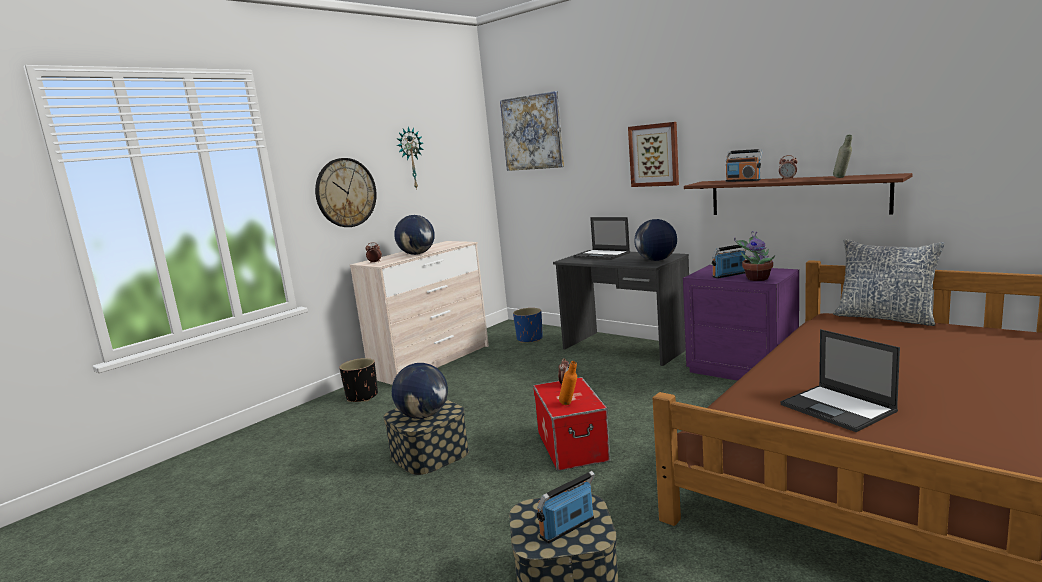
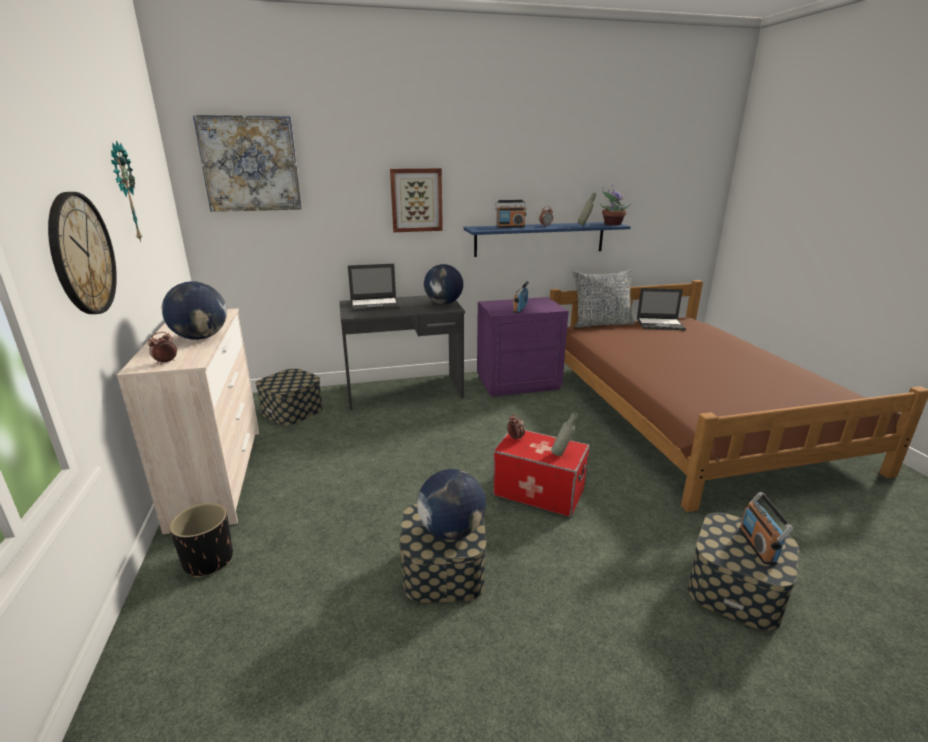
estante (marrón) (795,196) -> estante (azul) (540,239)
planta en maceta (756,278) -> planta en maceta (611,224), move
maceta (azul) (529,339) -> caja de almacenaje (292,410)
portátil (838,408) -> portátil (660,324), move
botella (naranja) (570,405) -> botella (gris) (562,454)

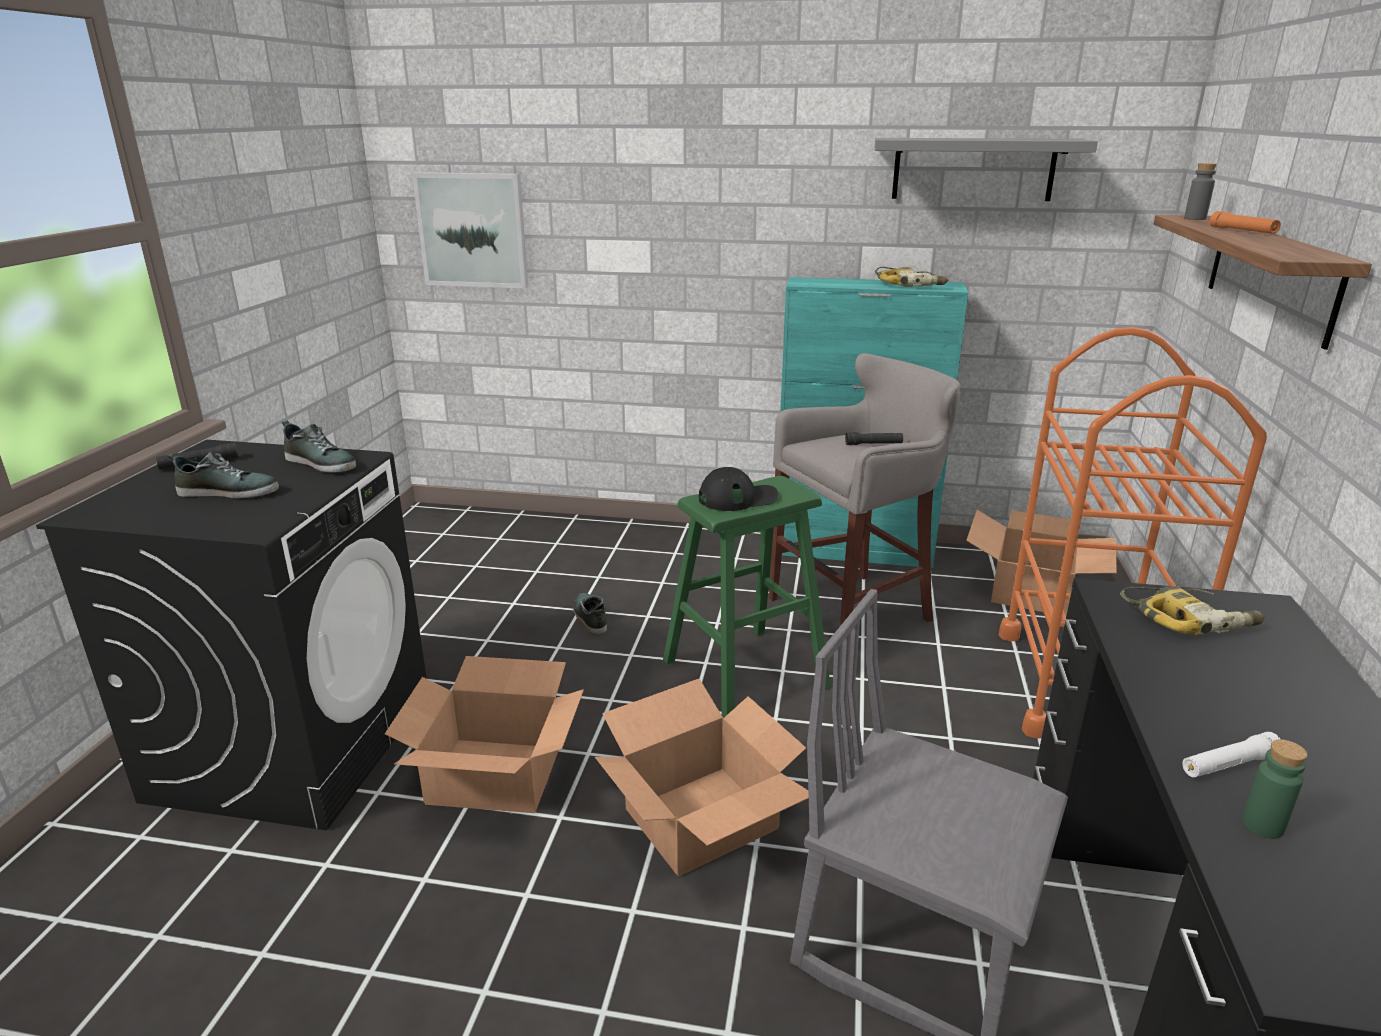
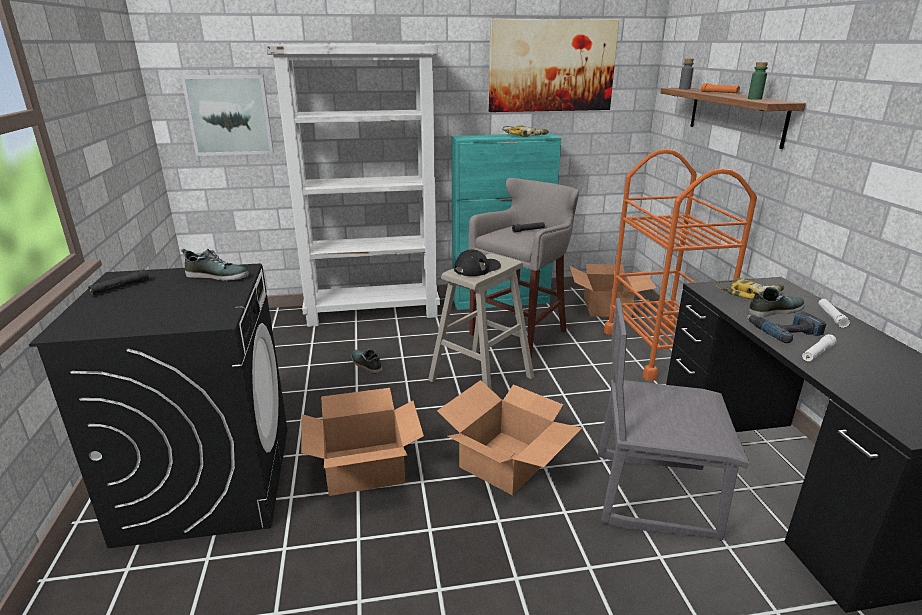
estante (gris) (973,169) -> cuadro (551,66)
zapato (229,491) -> zapato (774,310), move
taburete (verde) (744,674) -> taburete (beis) (481,378)
botella (verde) (1262,825) -> botella (verde) (754,99), move
none -> estantería (blanco) (373,312)
none -> linterna (blanco) (831,317)
none -> taladro (784,331)

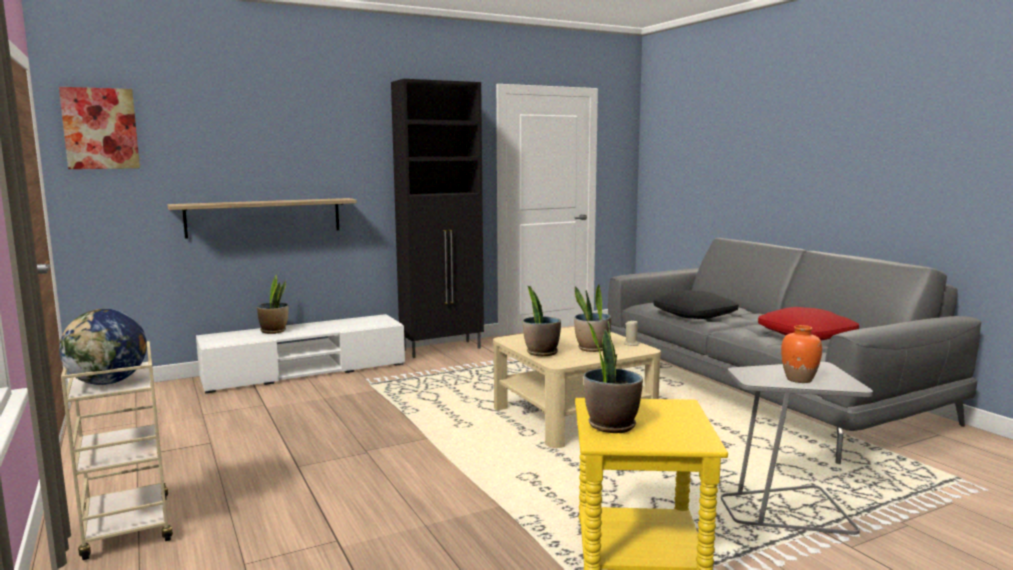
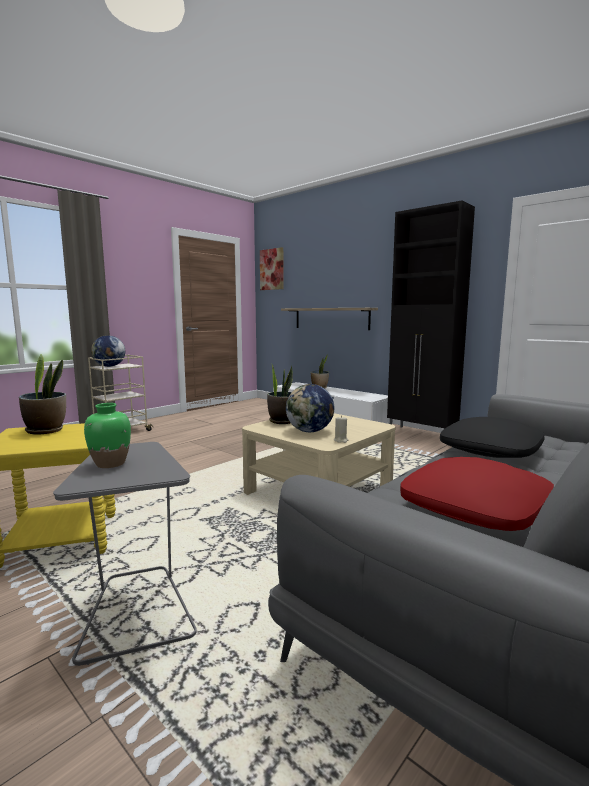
planta en maceta (592,348) -> globo terráqueo (310,431)
florero (naranja) (799,379) -> florero (verde) (110,464)

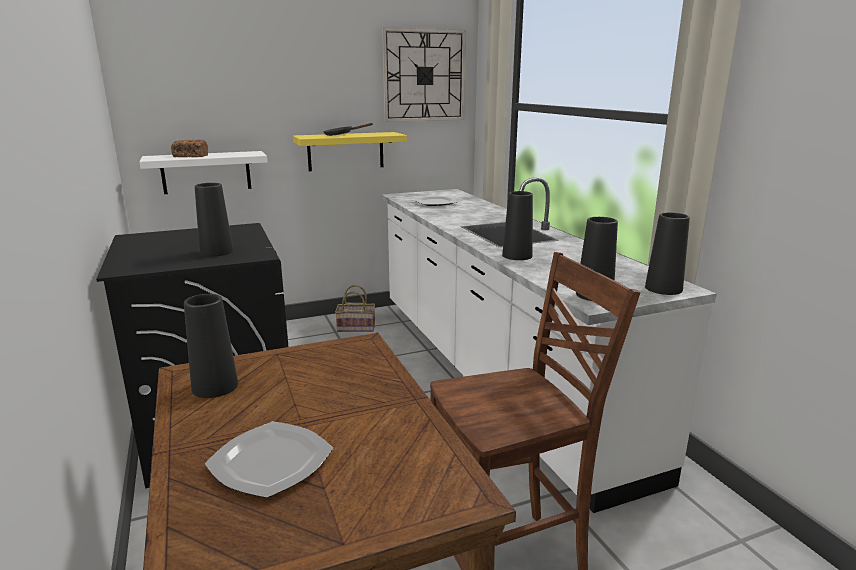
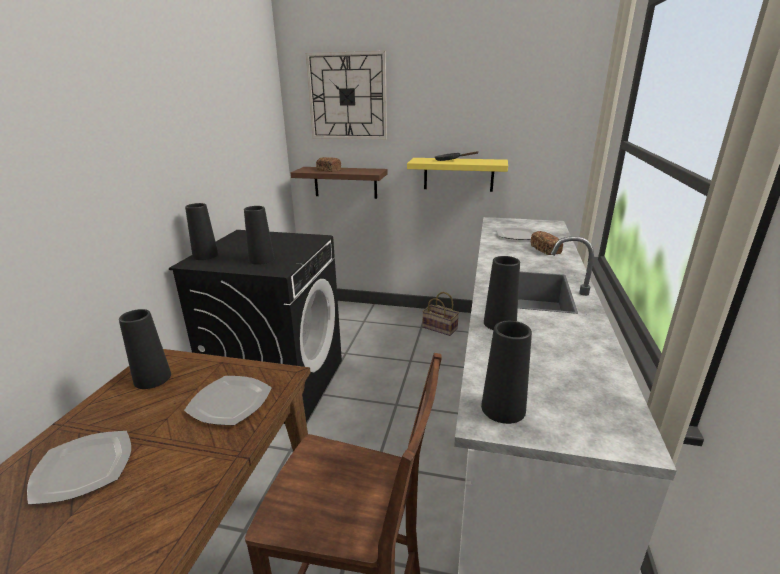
reloj de pared (424,76) -> reloj de pared (347,96), move
estante (blanco) (206,172) -> estante (marrón) (345,182)
florero (negro) (663,288) -> florero (negro) (205,255), move
none -> pan (545,250)
none -> plato (230,401)

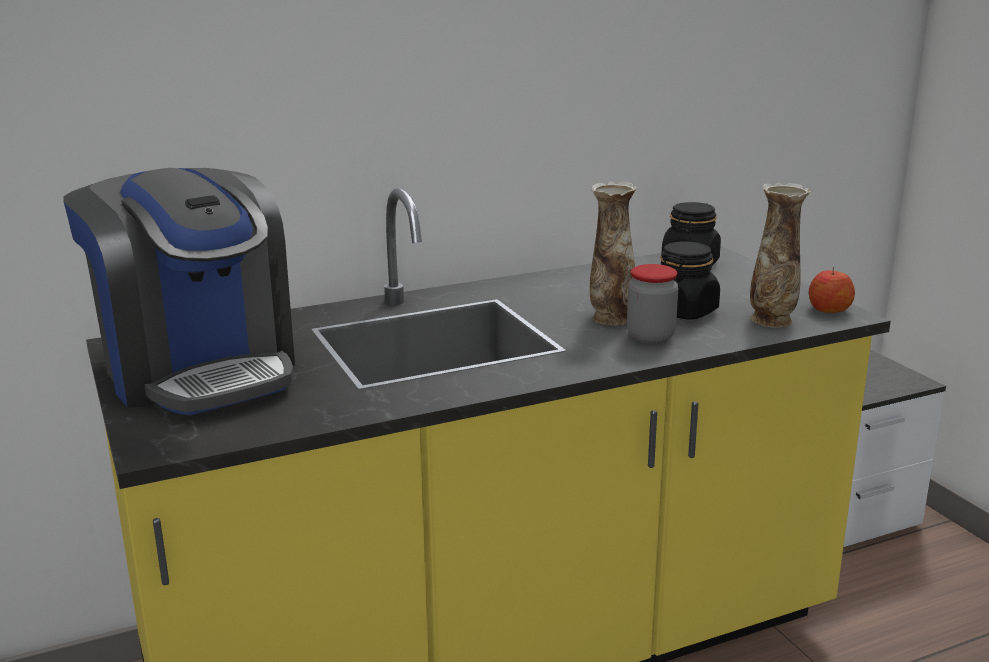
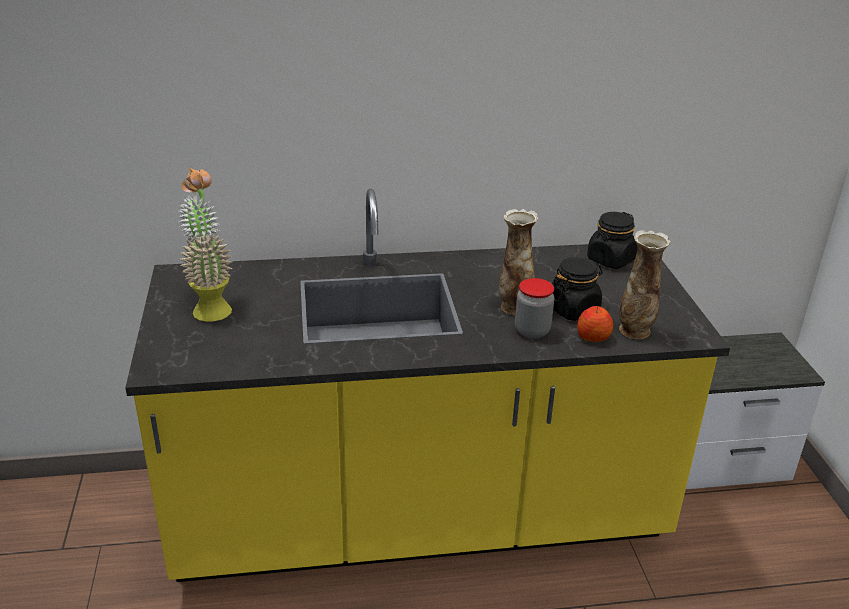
cafetera (198,370) -> planta en maceta (211,306)
manzana (829,309) -> manzana (593,337), move

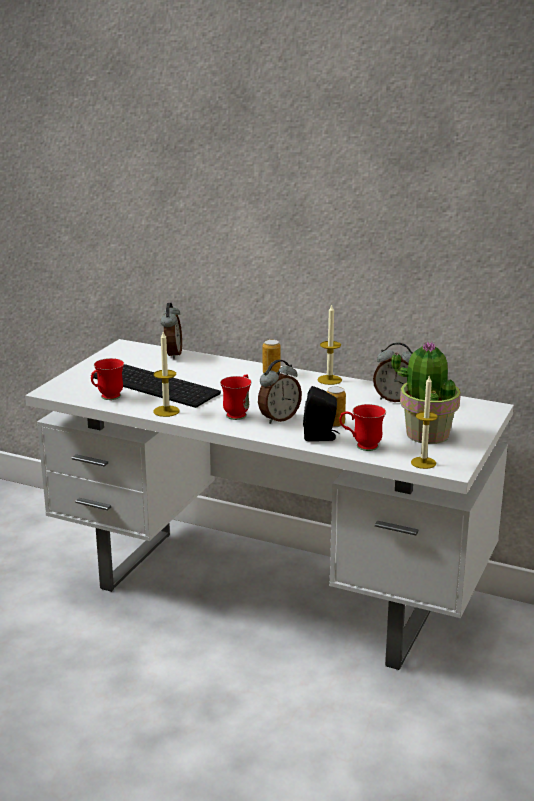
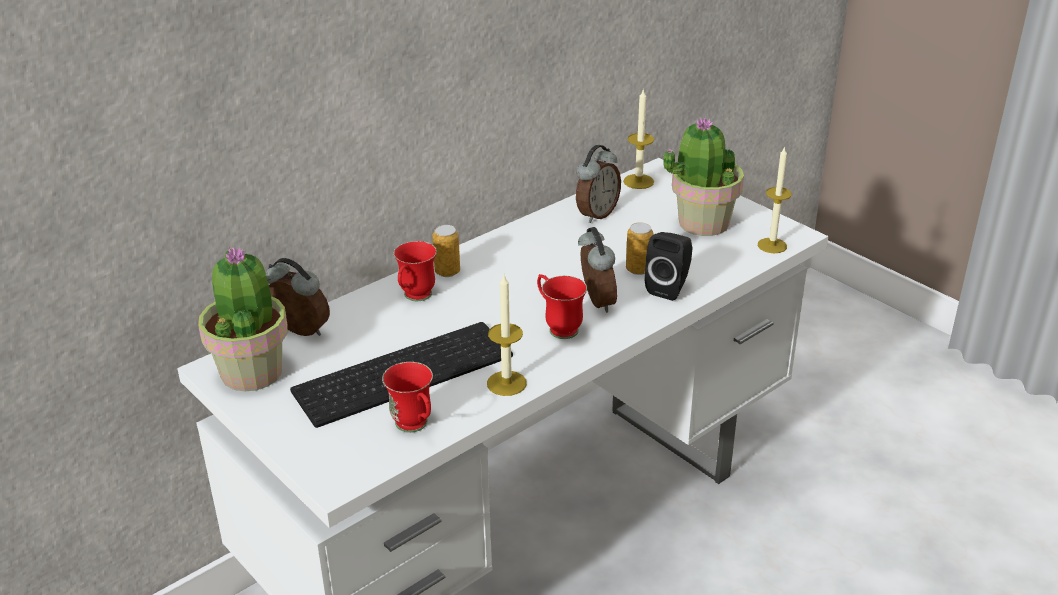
vela (329,380) -> vela (638,181), move
taza grande (rojo) (361,446) -> taza grande (rojo) (414,298), move
none -> planta en maceta (252,371)

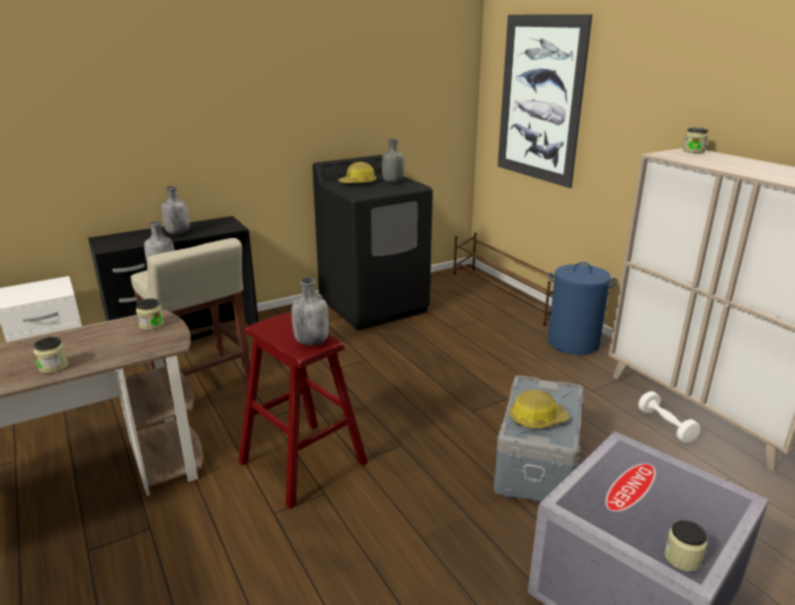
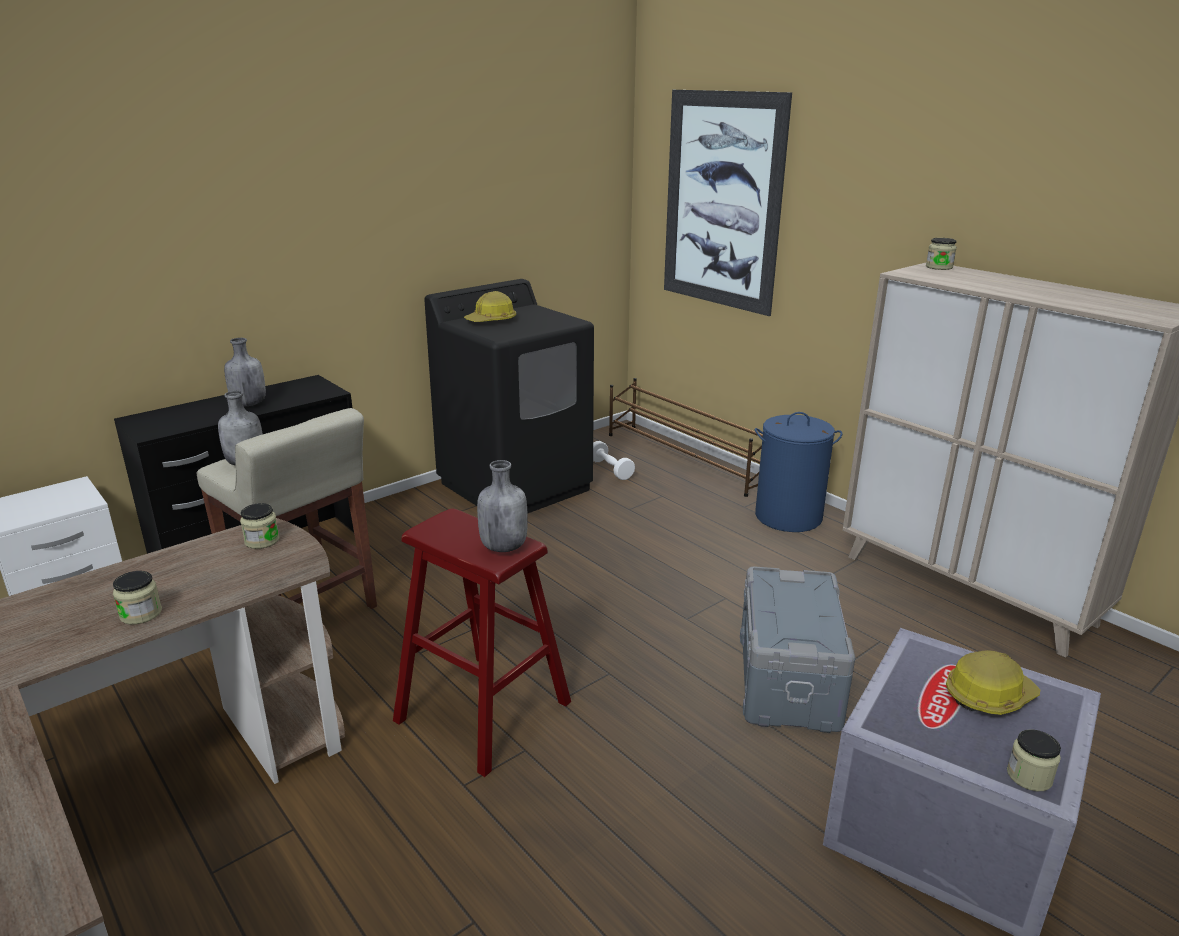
botella (gris) (392,182) -> none
casco (537,419) -> casco (988,695), move
mancuerna (blanco) (666,426) -> mancuerna (blanco) (610,469), move

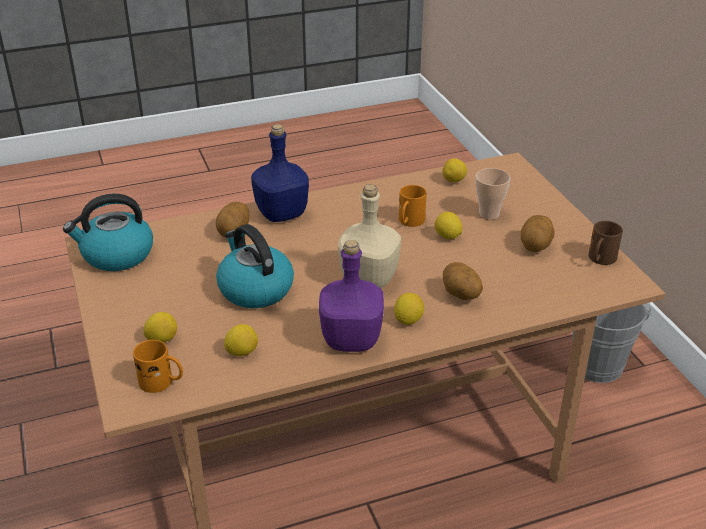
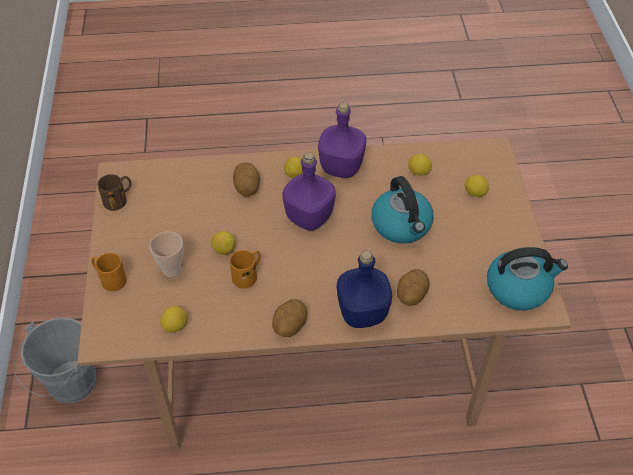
botella (beis) (368,278) -> botella (morado) (310,218)
patata (535,246) -> patata (289,326), move
taza grande (naranja) (162,382) -> taza grande (naranja) (109,279), move

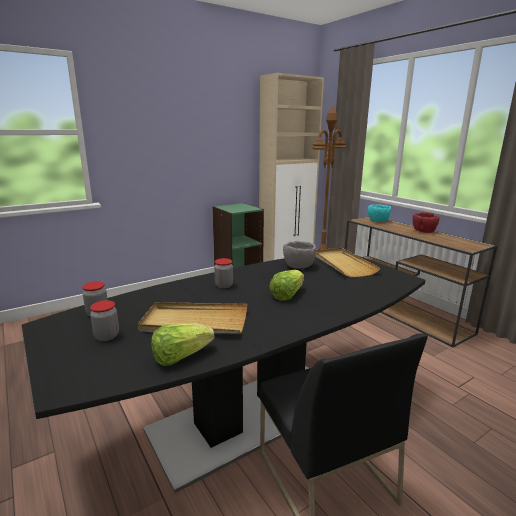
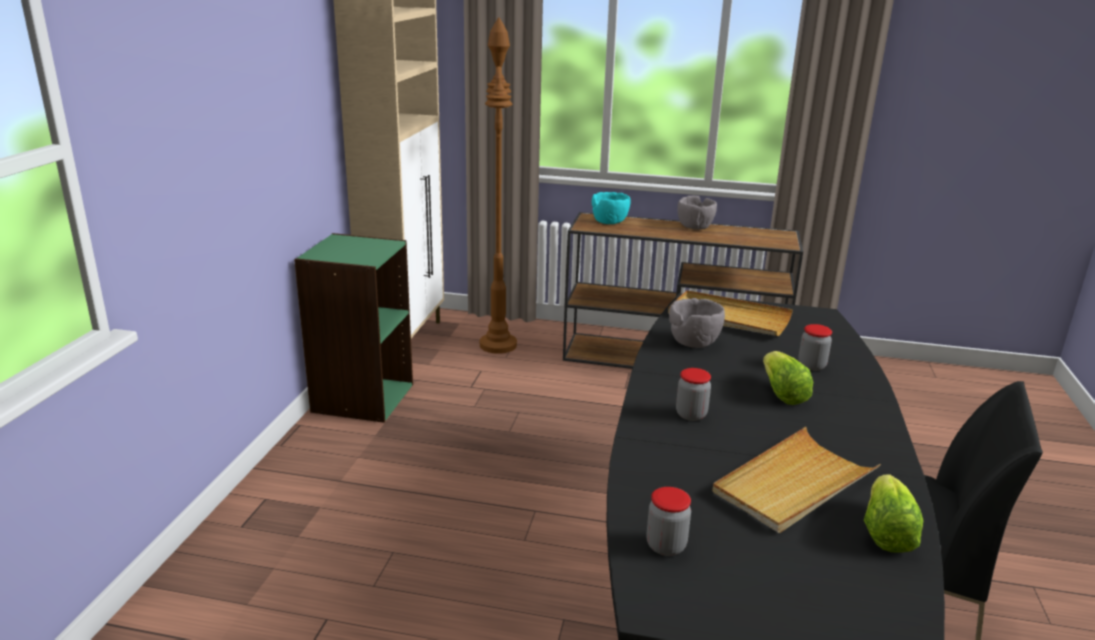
cuenco (rojo) (423,231) -> cuenco (gris) (694,227)
tarro (107,336) -> tarro (811,366), move

